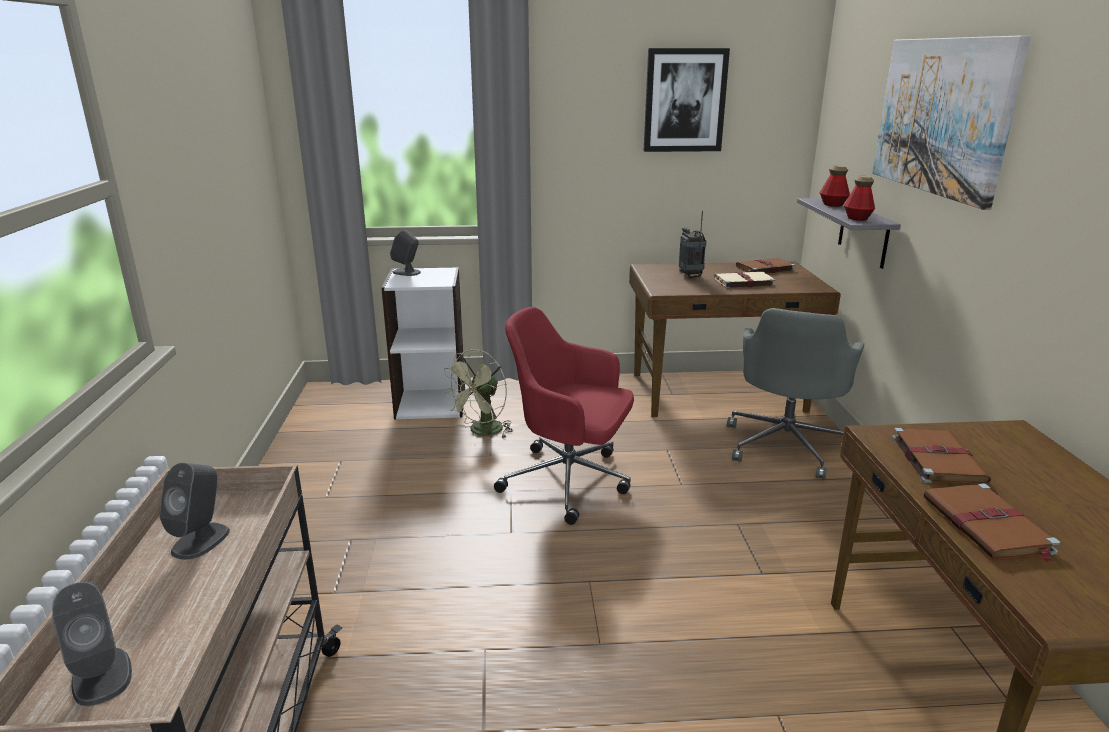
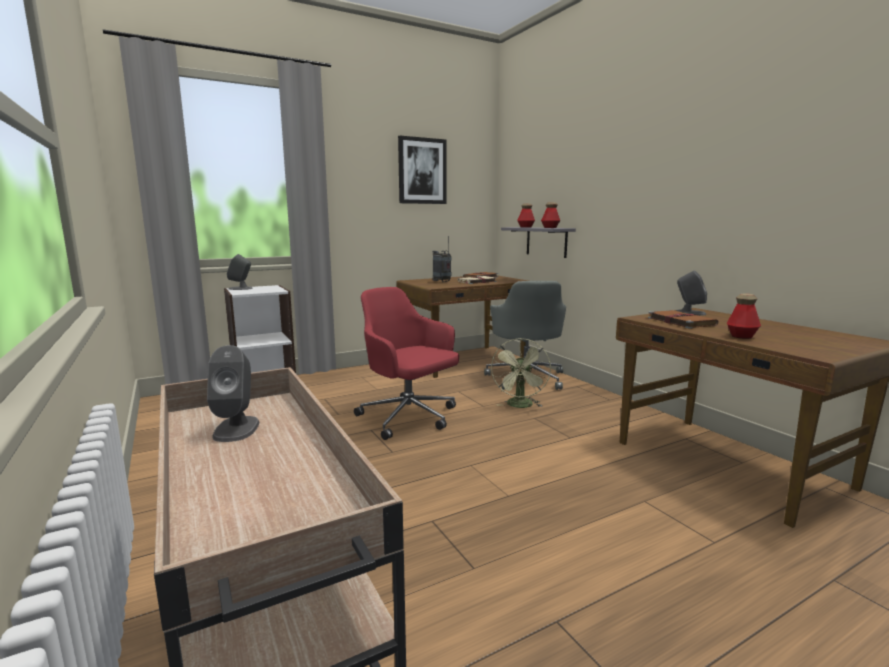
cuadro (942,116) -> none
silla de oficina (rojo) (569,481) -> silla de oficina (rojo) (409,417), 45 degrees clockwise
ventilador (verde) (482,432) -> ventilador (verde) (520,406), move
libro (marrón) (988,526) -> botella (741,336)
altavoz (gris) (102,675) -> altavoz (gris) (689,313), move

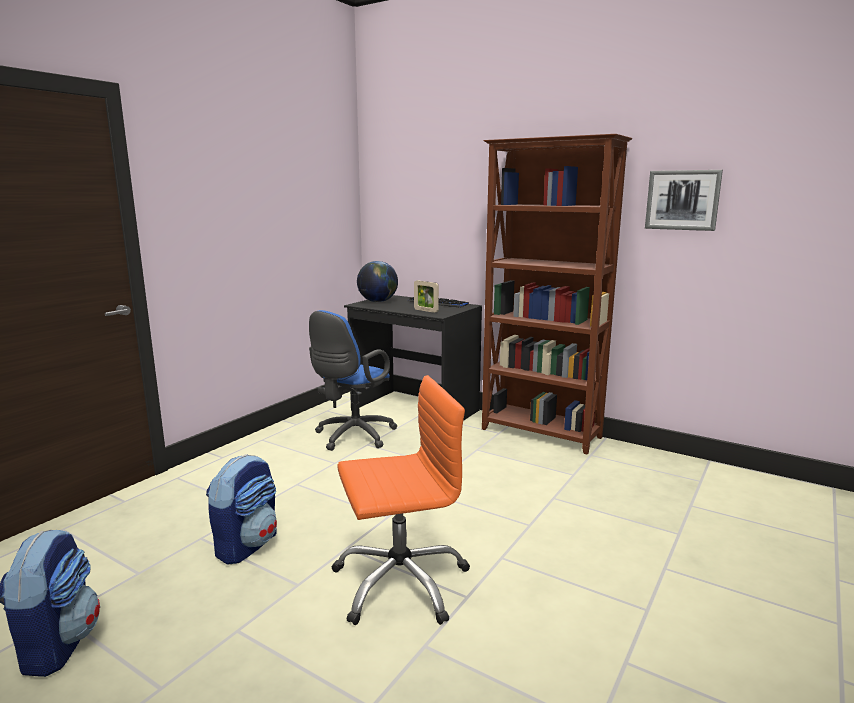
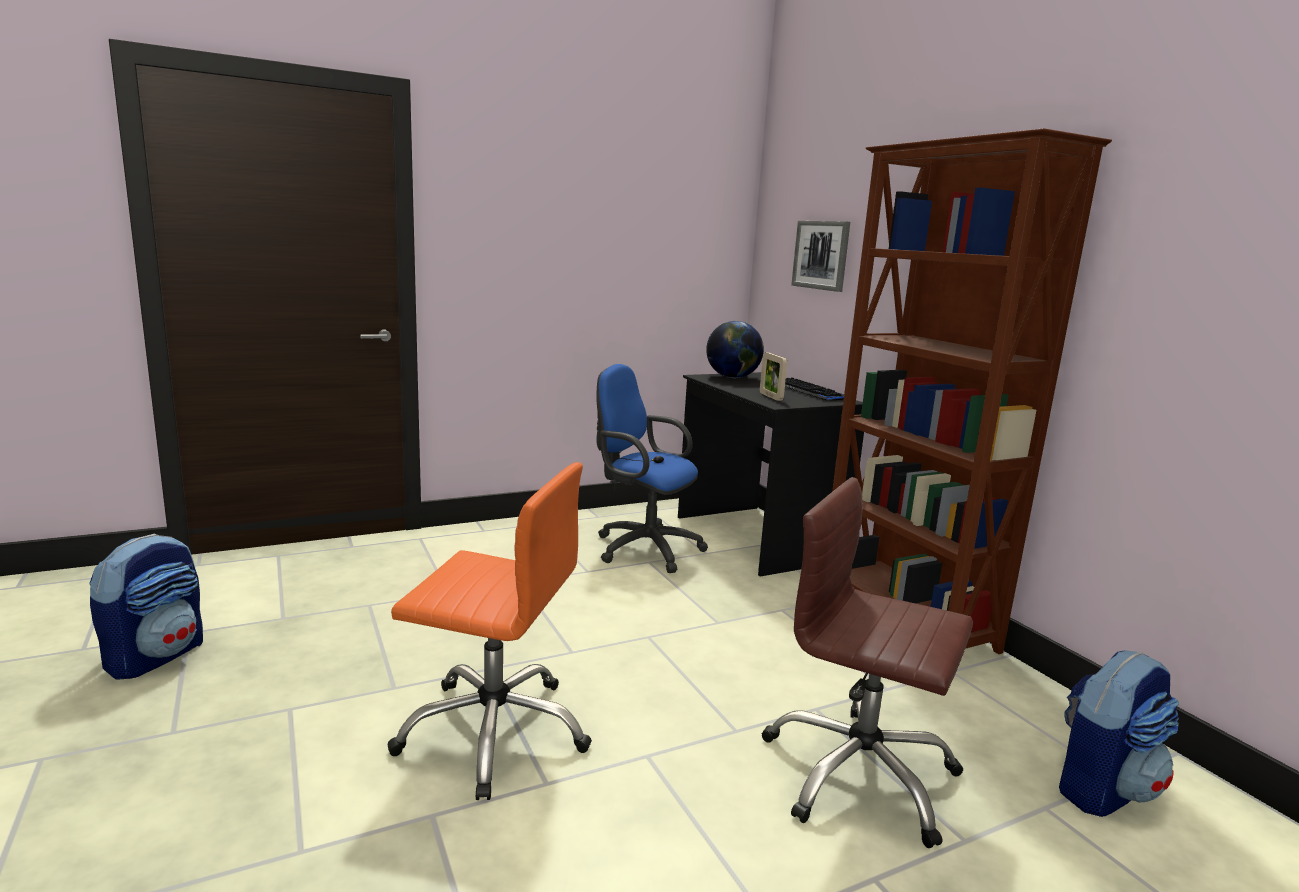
cuadro (682,200) -> cuadro (821,255), move
silla de oficina (azul) (352,437) -> silla de oficina (azul) (642,548), 60 degrees clockwise
mochila (247,545) -> mochila (1101,788), move
none -> silla de oficina (marrón) (859,774)

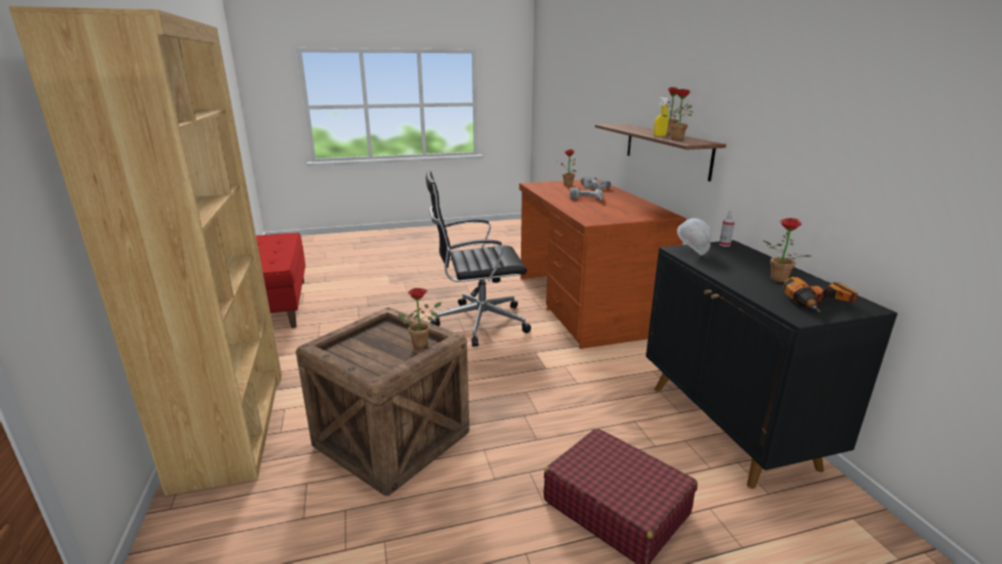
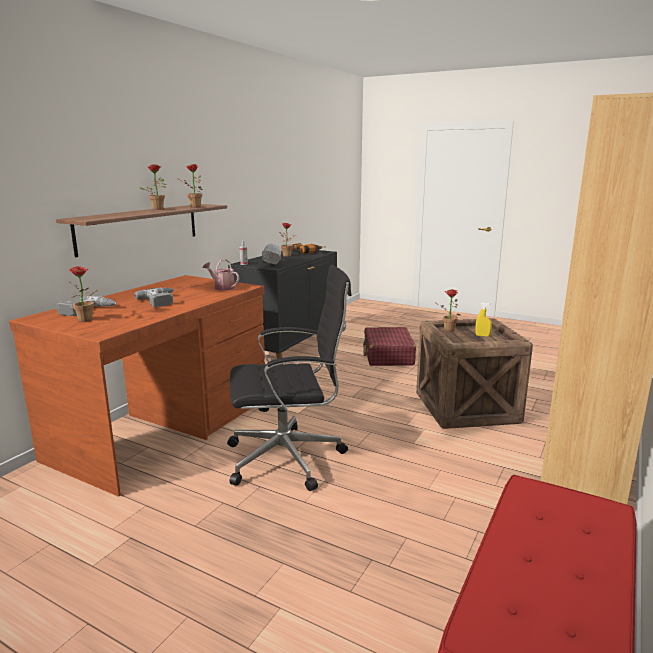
pulverizador (amarillo) (659,136) -> pulverizador (amarillo) (482,335), move
silla de oficina (negro) (478,322) -> silla de oficina (negro) (289,458), 45 degrees counterclockwise
none -> regadera (222,287)

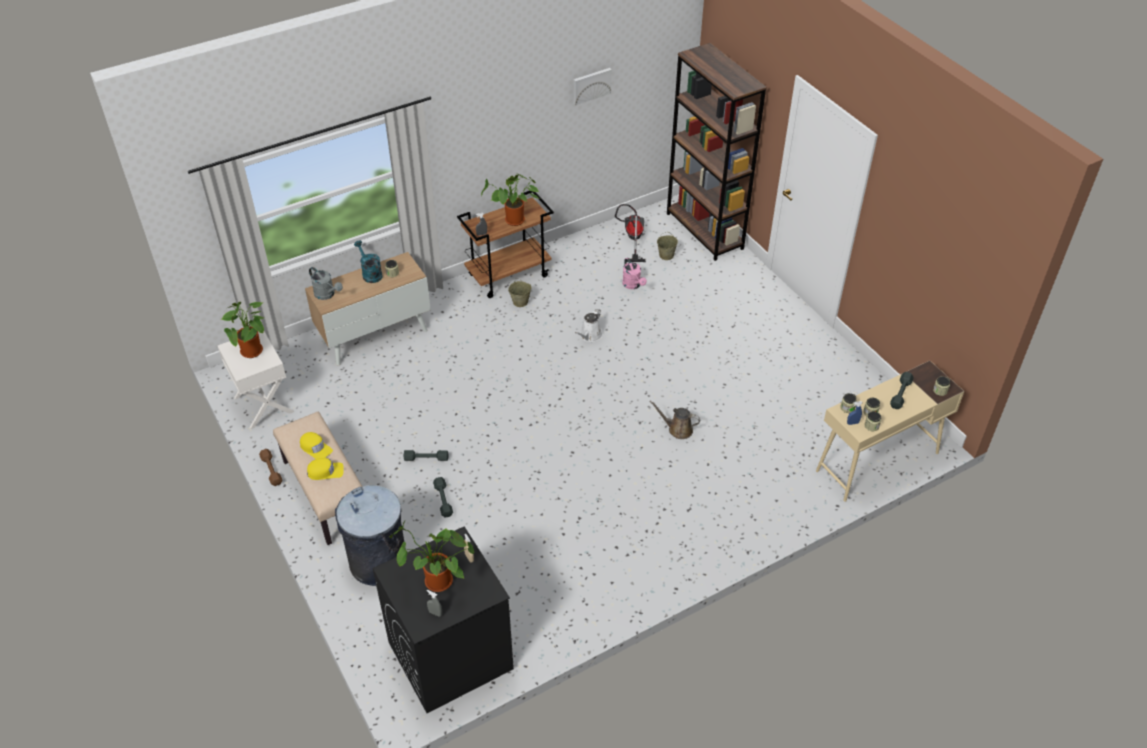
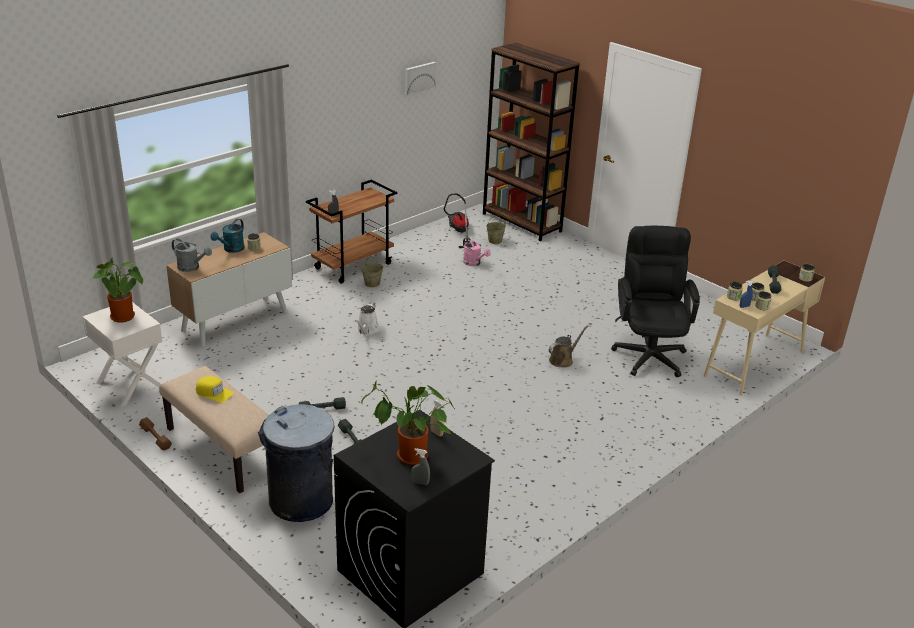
planta en maceta (513,222) -> none
regadera (turquesa) (370,273) -> regadera (turquesa) (231,249), 105 degrees counterclockwise
regadera (blanco) (589,336) -> regadera (blanco) (367,331), move
regadera (marrón) (677,429) -> regadera (marrón) (562,360), 135 degrees clockwise
gorra (amarillo) (325,471) -> none
none -> silla de oficina (negro) (649,352)

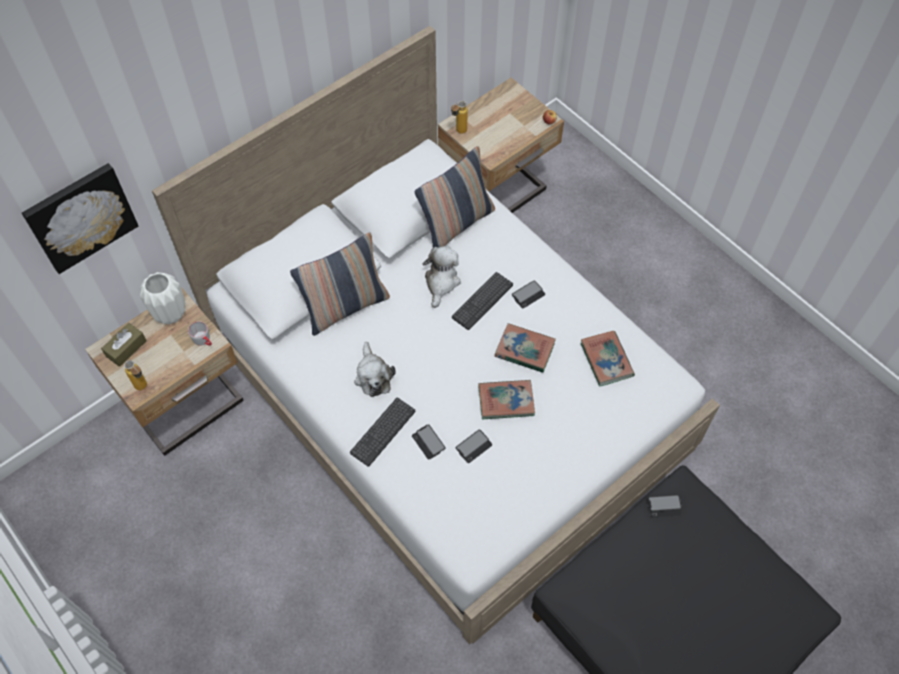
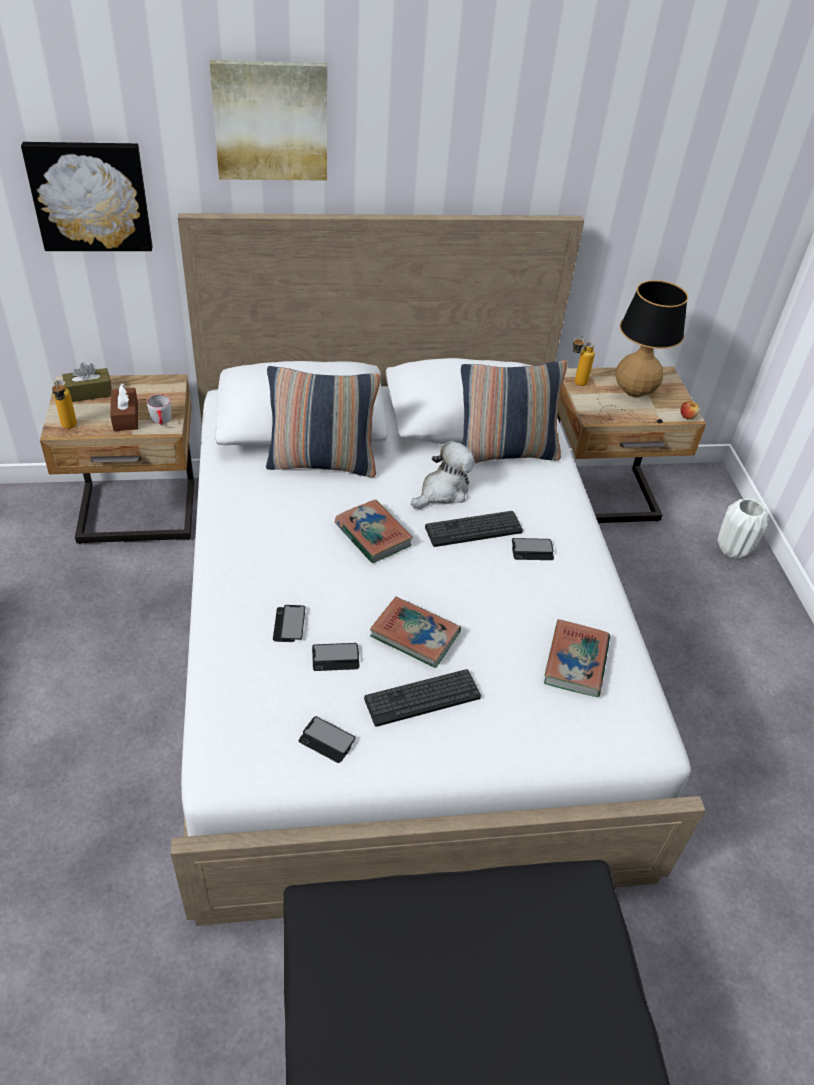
florero (blanco) (170,313) -> florero (blanco) (732,549), move
libro (524,350) -> libro (373,535), move
peluche (373,376) -> none
teclado (383,432) -> teclado (422,698), move
móvil (664,506) -> móvil (327,740), move
none -> cuadro (271,120)
none -> lámpara de mesa (631,396)
none -> caja de pañuelos (marrón) (125,417)

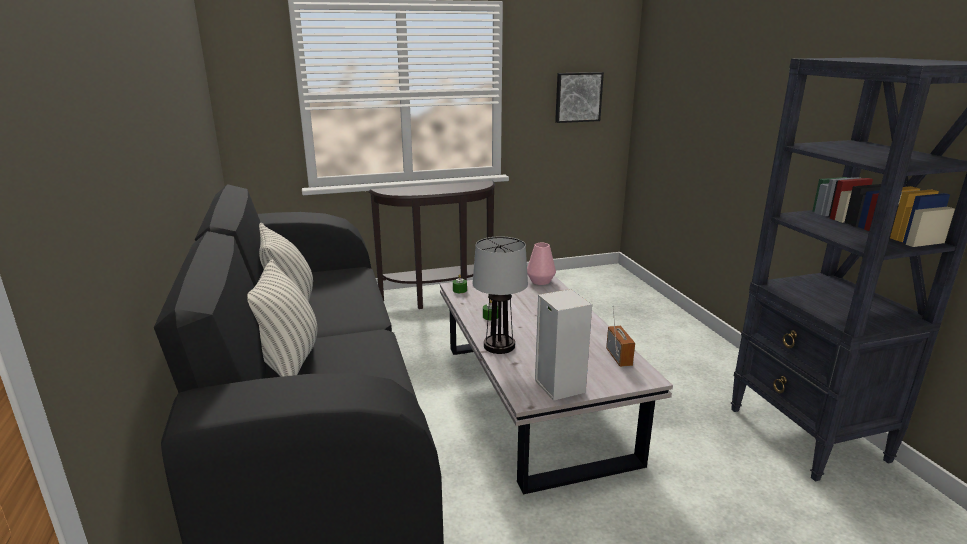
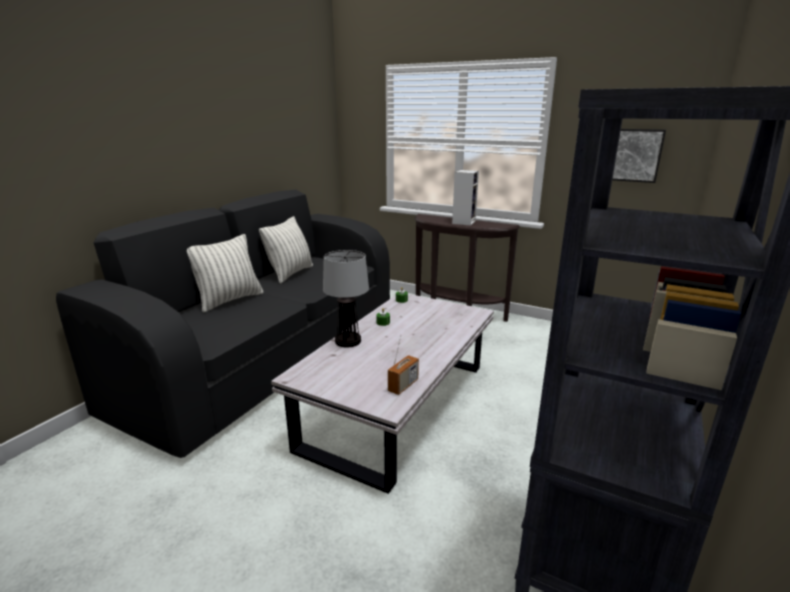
florero (rosa) (540,281) -> none
altavoz (557,385) -> altavoz (463,222), move

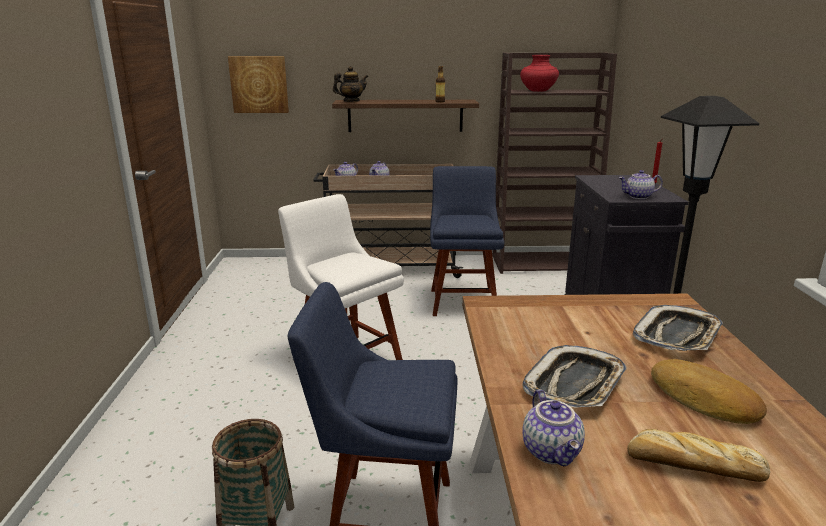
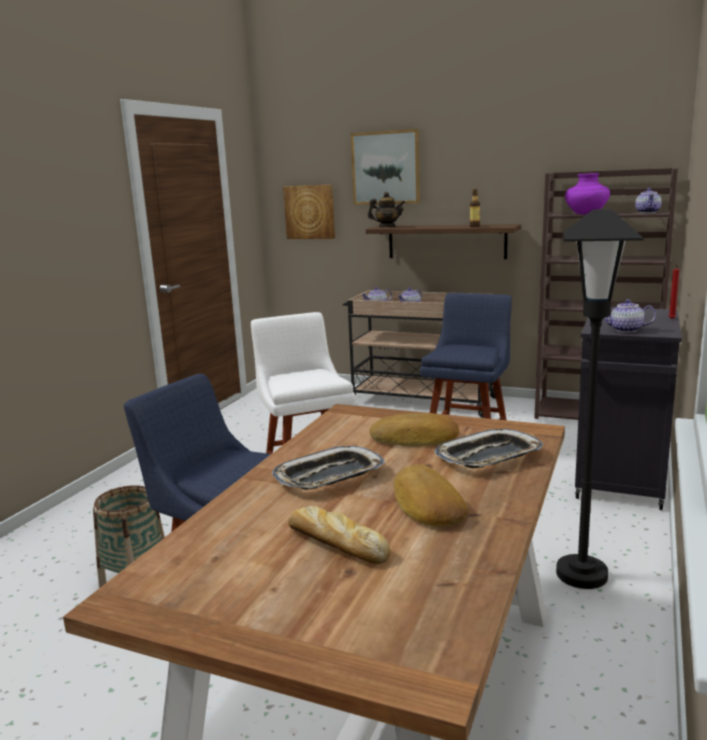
florero (rojo) (538,91) -> florero (morado) (586,213)
tetera (552,452) -> tetera (648,212), move
none -> cuadro (386,168)
none -> pan (415,439)

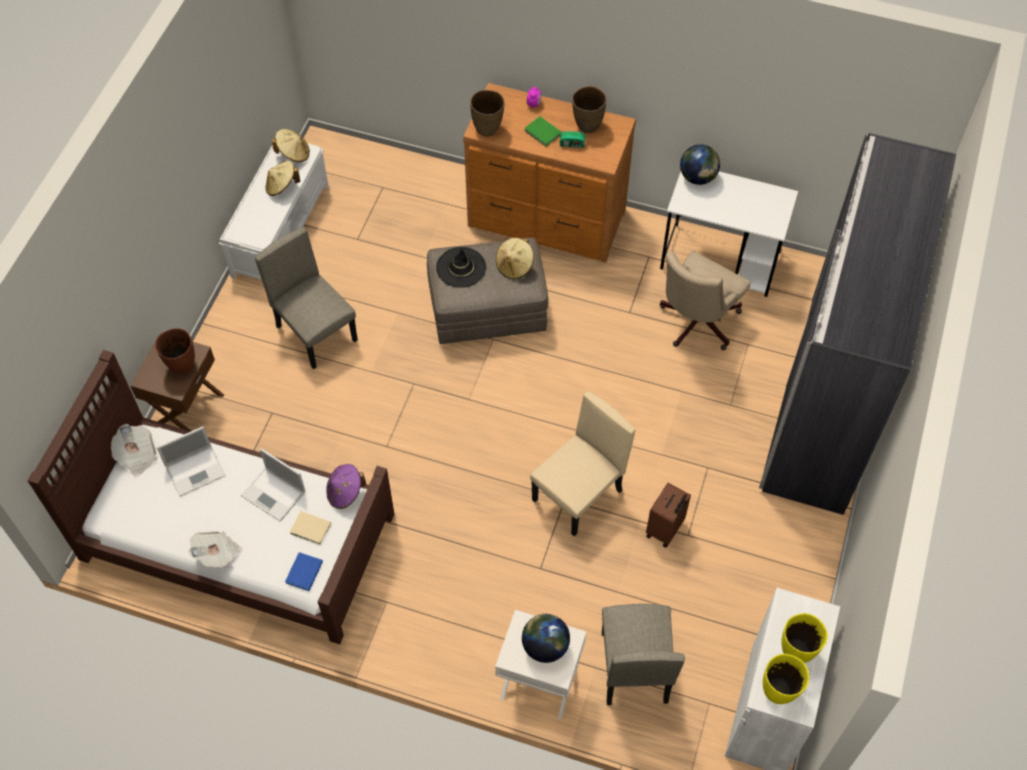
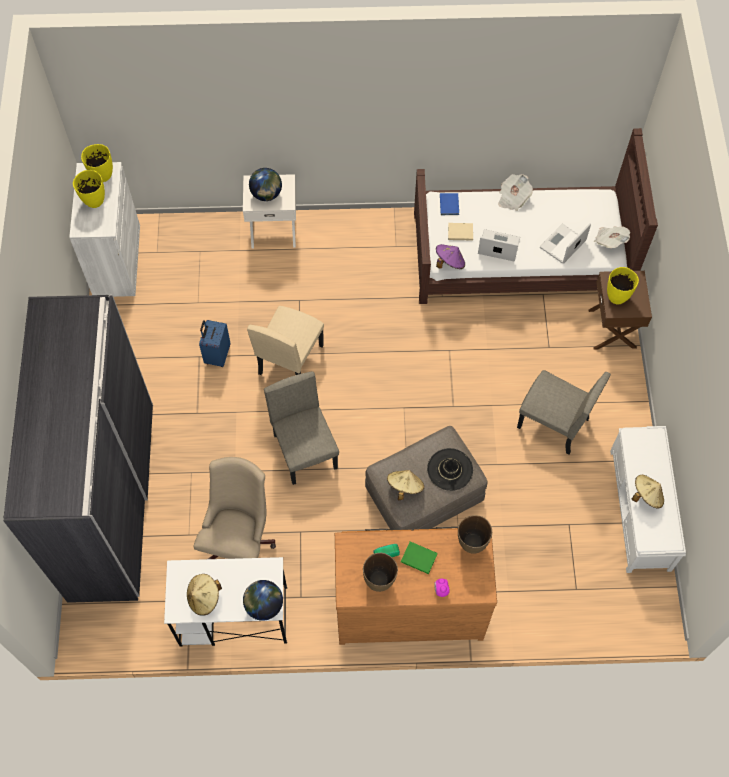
sombrero (beis) (293,153) -> sombrero (beis) (204,598), move
florero (marrón) (182,365) -> florero (amarillo) (617,296)
maleta (marrón) (665,529) -> maleta (azul) (217,355)
silla (beis) (633,667) -> silla (beis) (305,451), move

